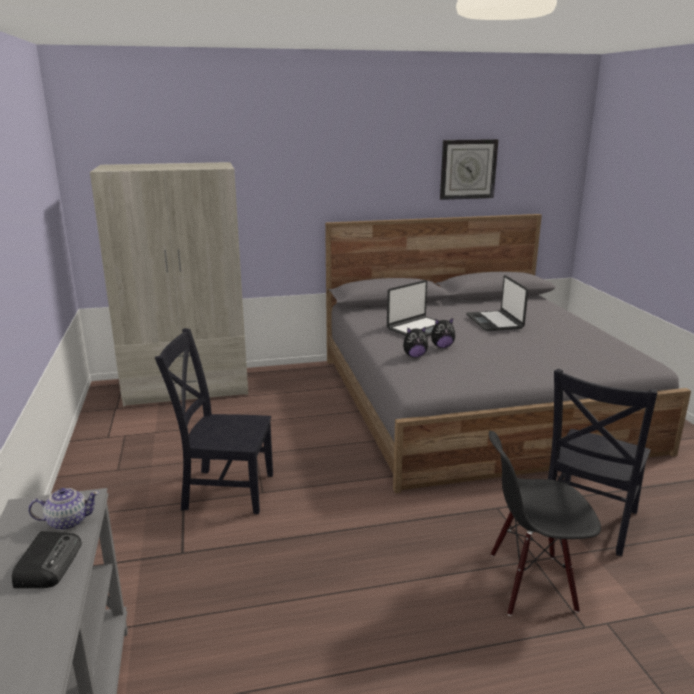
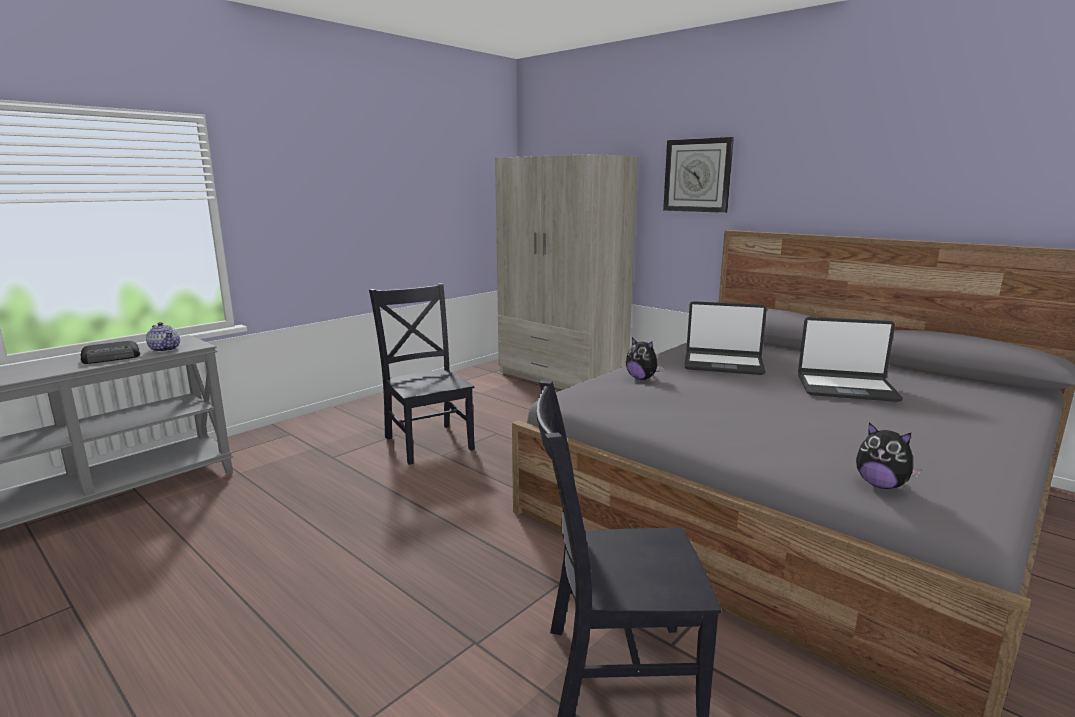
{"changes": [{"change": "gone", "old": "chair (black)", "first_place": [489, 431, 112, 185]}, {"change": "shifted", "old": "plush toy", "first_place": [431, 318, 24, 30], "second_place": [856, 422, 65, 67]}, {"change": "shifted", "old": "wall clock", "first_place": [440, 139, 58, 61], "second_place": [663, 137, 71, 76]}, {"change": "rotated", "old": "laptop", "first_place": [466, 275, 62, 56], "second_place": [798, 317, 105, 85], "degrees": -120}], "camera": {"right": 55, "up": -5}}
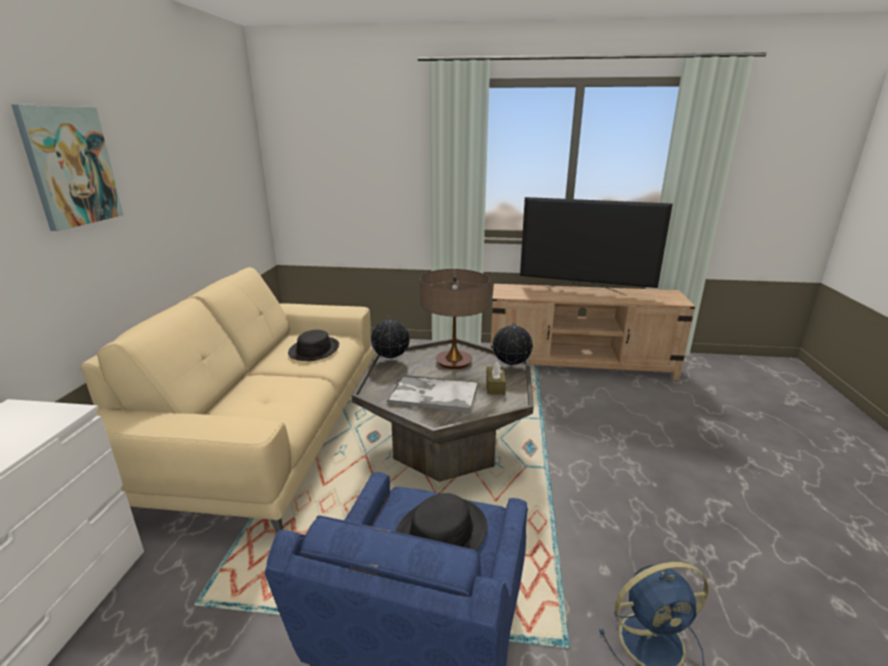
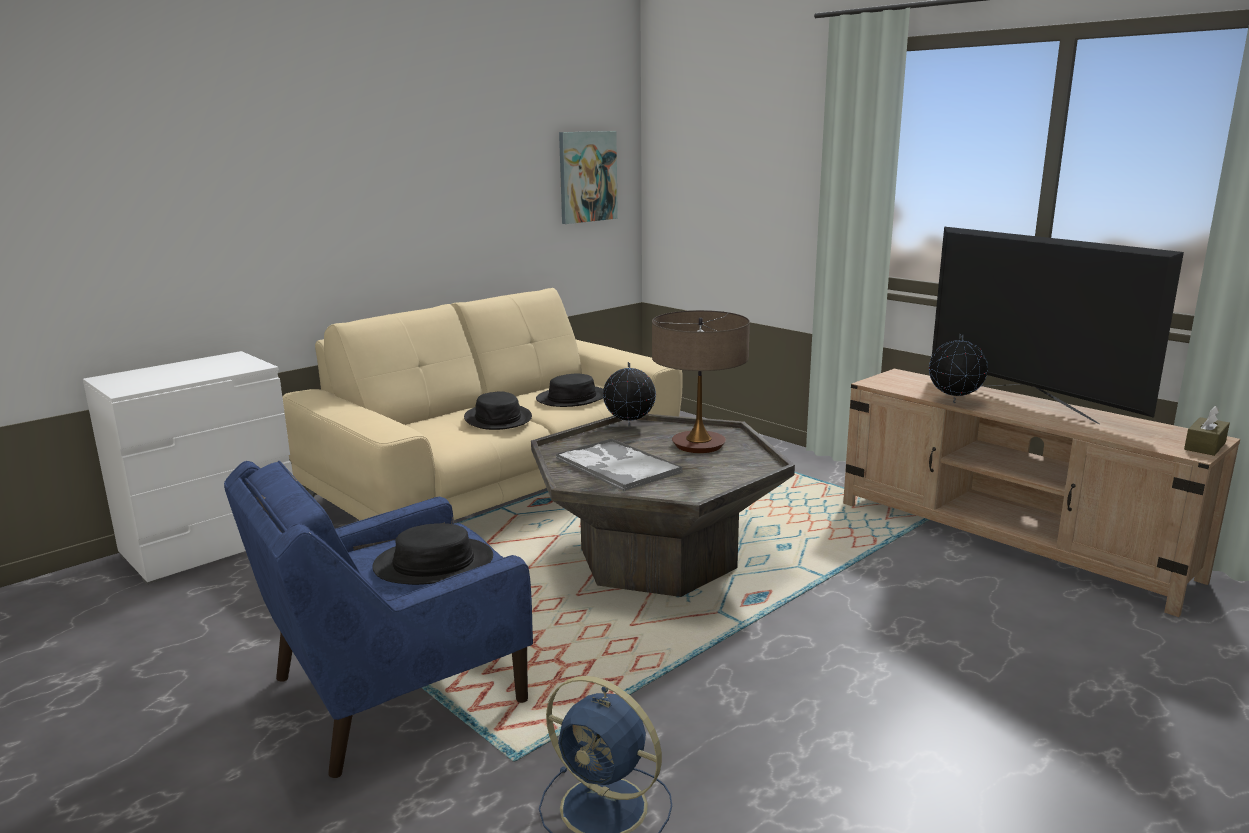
{"changes": [{"change": "new", "new": "hat (black)", "second_place": [464, 391, 68, 39]}, {"change": "shifted", "old": "picture", "first_place": [11, 104, 112, 127], "second_place": [559, 131, 59, 93]}, {"change": "shifted", "old": "tissue box (brown)", "first_place": [486, 361, 20, 34], "second_place": [1184, 406, 46, 50]}, {"change": "shifted", "old": "globe", "first_place": [492, 322, 41, 47], "second_place": [929, 334, 59, 69]}], "camera": {"right": 40, "up": -5}}
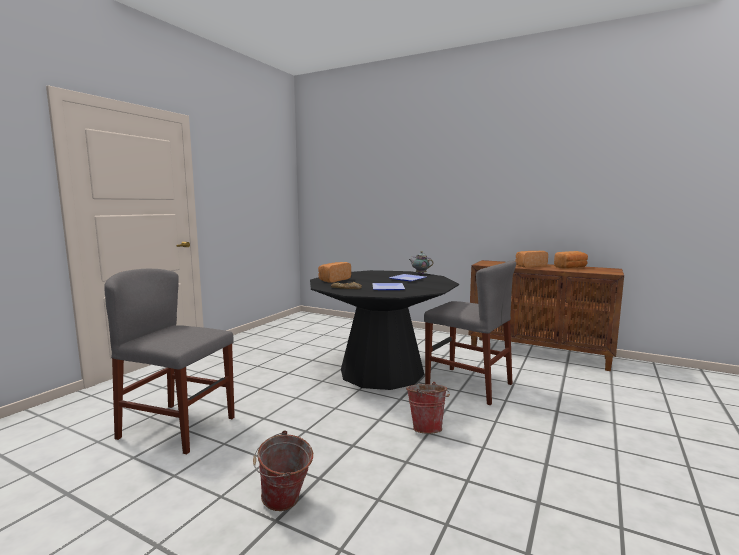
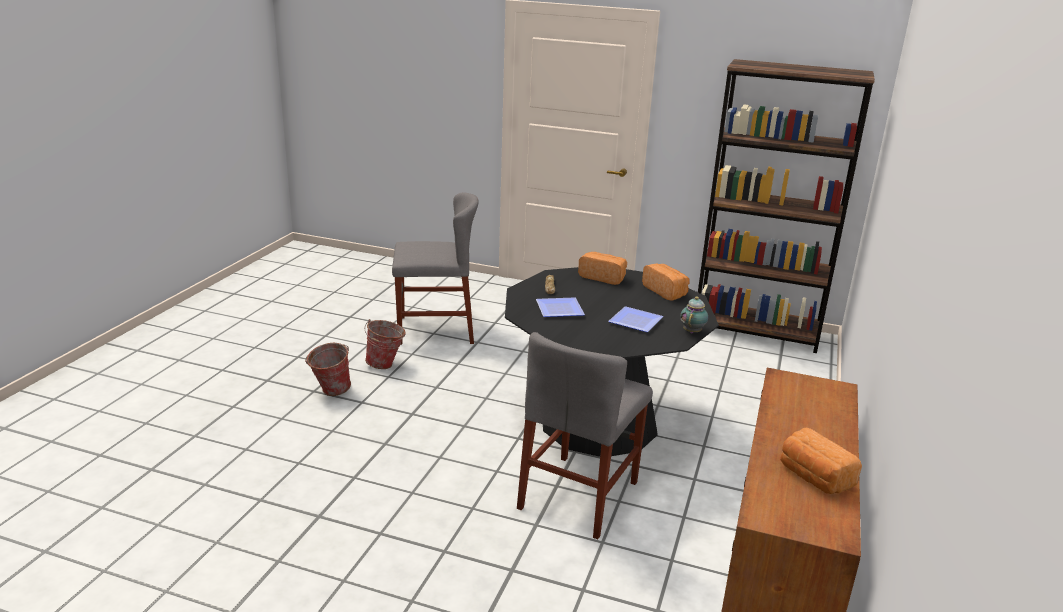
{"changes": [{"change": "new", "new": "bookcase (brown)", "second_place": [698, 59, 177, 294]}, {"change": "shifted", "old": "bucket", "first_place": [406, 382, 44, 52], "second_place": [364, 319, 42, 50]}, {"change": "shifted", "old": "bread", "first_place": [515, 251, 33, 17], "second_place": [642, 263, 48, 38]}, {"change": "rotated", "old": "chair (grey)", "first_place": [104, 269, 131, 185], "second_place": [392, 192, 87, 153], "degrees": 75}], "camera": {"right": 80, "up": 15}}
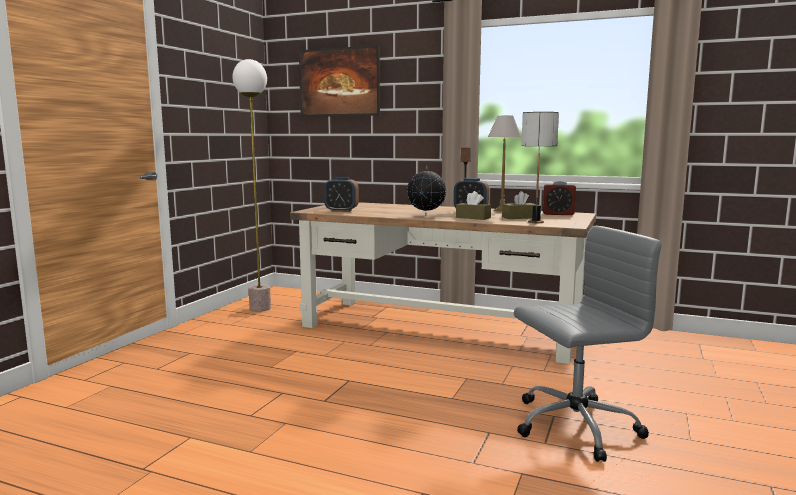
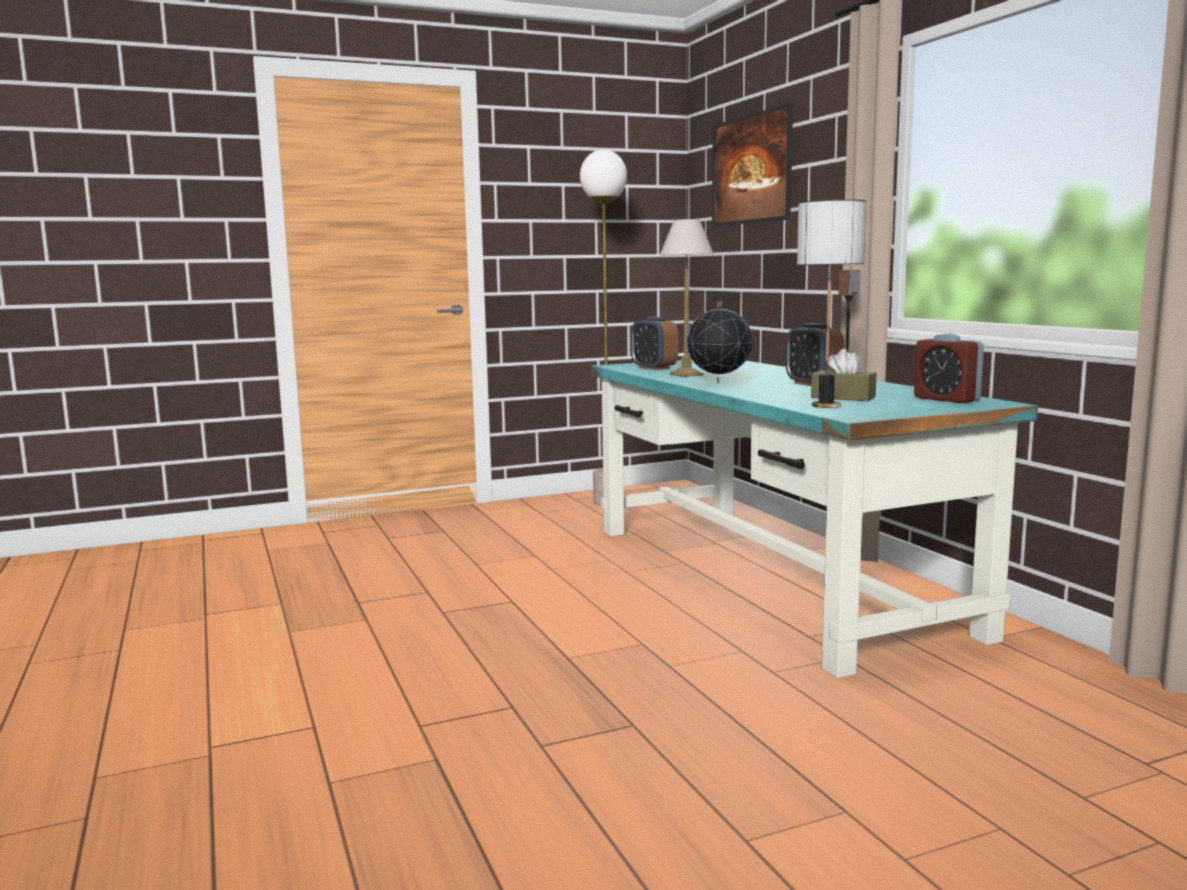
{"changes": [{"change": "gone", "old": "tissue box (brown)", "first_place": [456, 191, 35, 29]}, {"change": "gone", "old": "office chair (grey)", "first_place": [514, 226, 147, 236]}, {"change": "shifted", "old": "table lamp", "first_place": [488, 116, 33, 96], "second_place": [660, 219, 54, 158]}, {"change": "repainted", "old": "desk (brown)", "new": "desk (turquoise)", "first_place": [290, 202, 306, 162], "second_place": [592, 360, 446, 319]}], "camera": {"right": 45, "up": 0}}
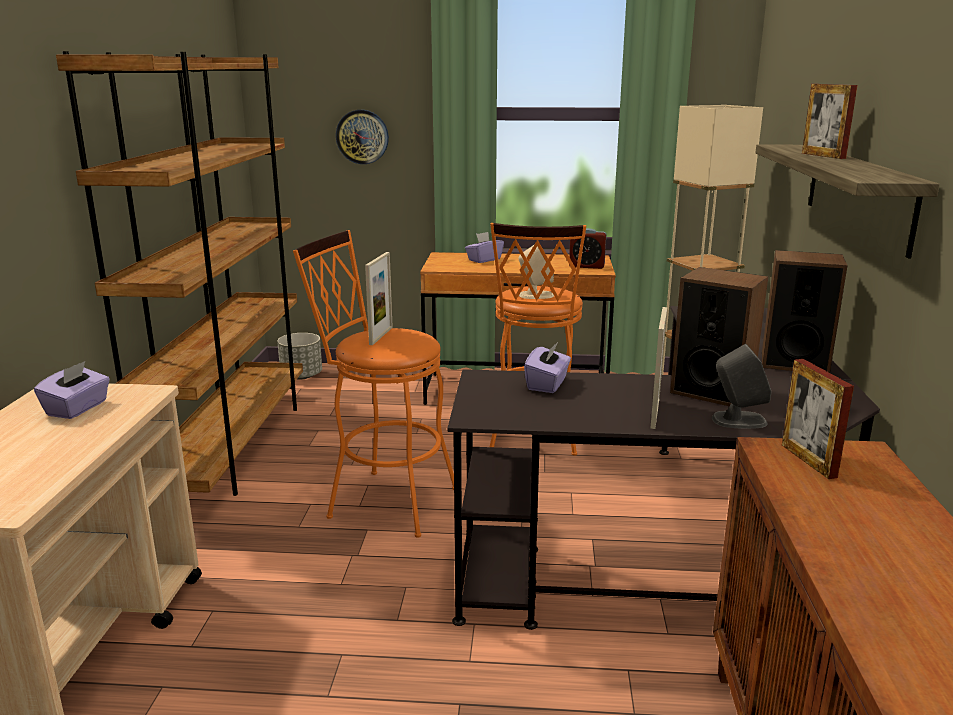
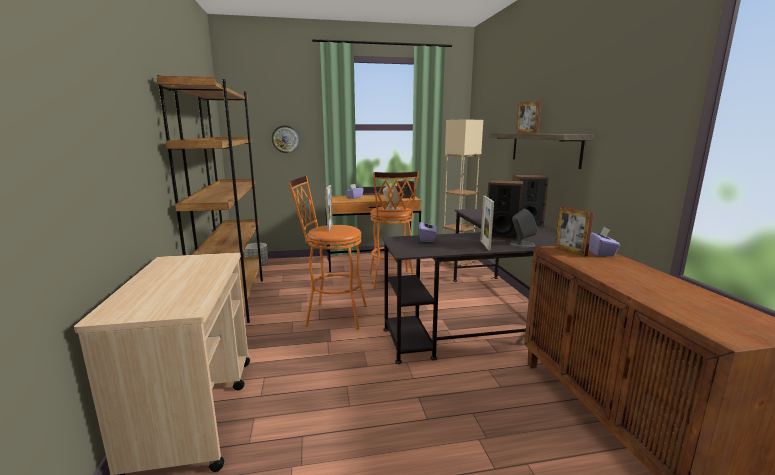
{"changes": [{"change": "shifted", "old": "tissue box (purple)", "first_place": [34, 361, 76, 58], "second_place": [589, 227, 31, 29]}], "camera": {"right": -15, "up": -5}}
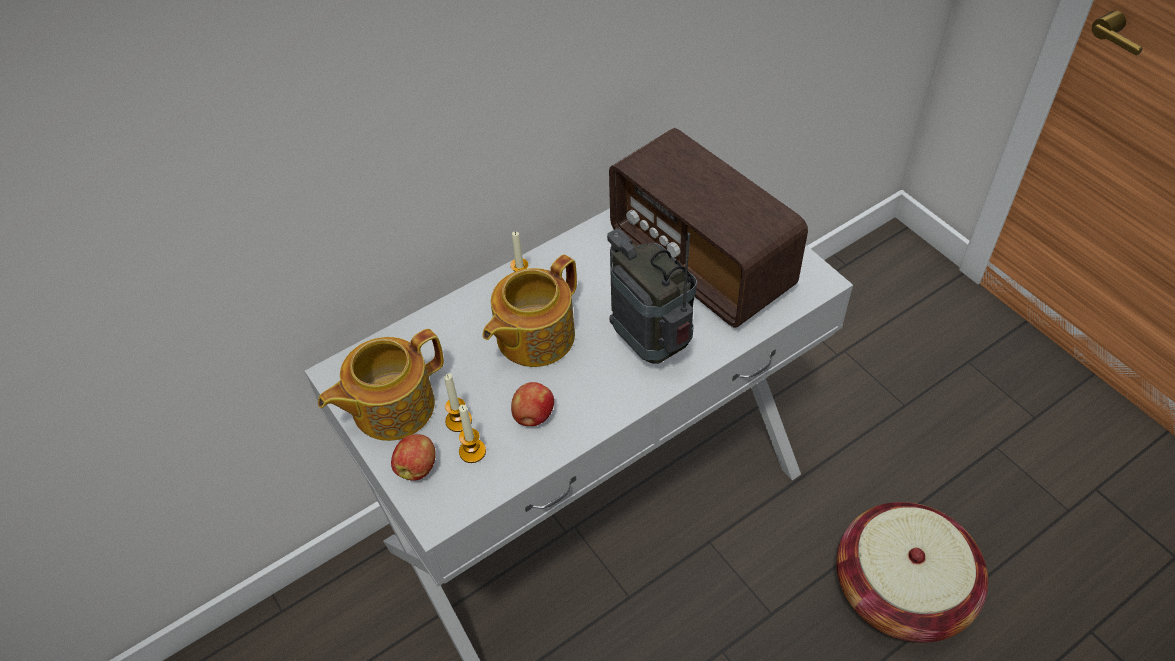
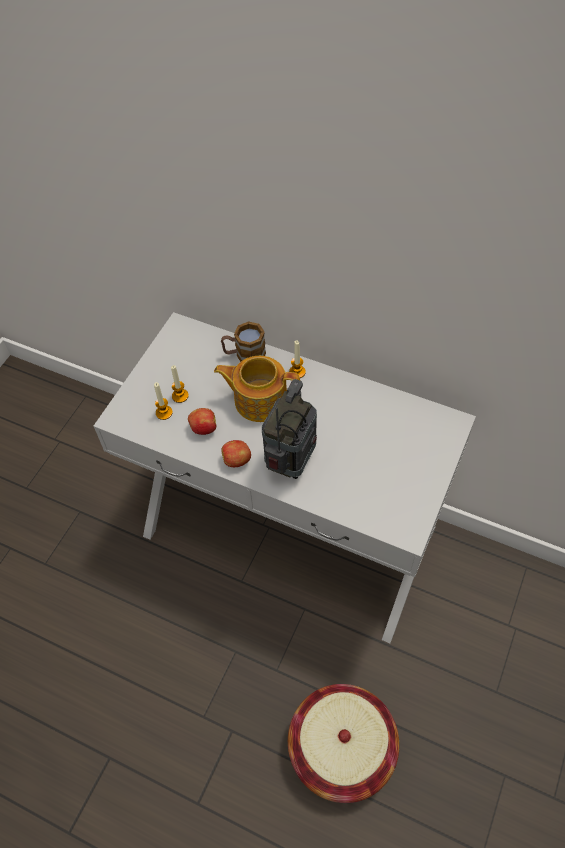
{"changes": [{"change": "gone", "old": "teapot", "first_place": [318, 329, 126, 112]}, {"change": "gone", "old": "radio", "first_place": [609, 128, 199, 199]}, {"change": "new", "new": "mug", "second_place": [221, 321, 45, 41]}, {"change": "shifted", "old": "apple", "first_place": [391, 434, 45, 47], "second_place": [221, 440, 30, 27]}], "camera": {"right": 60, "up": 5}}
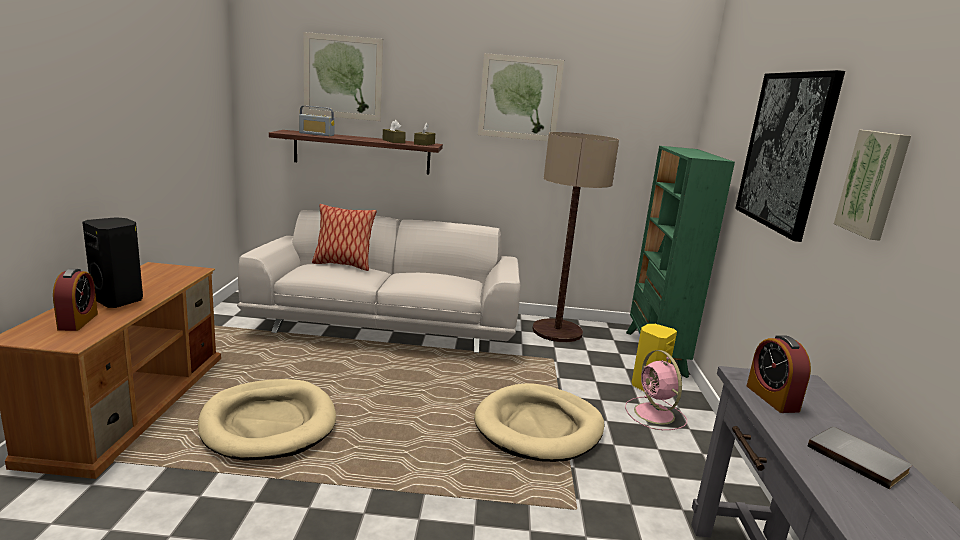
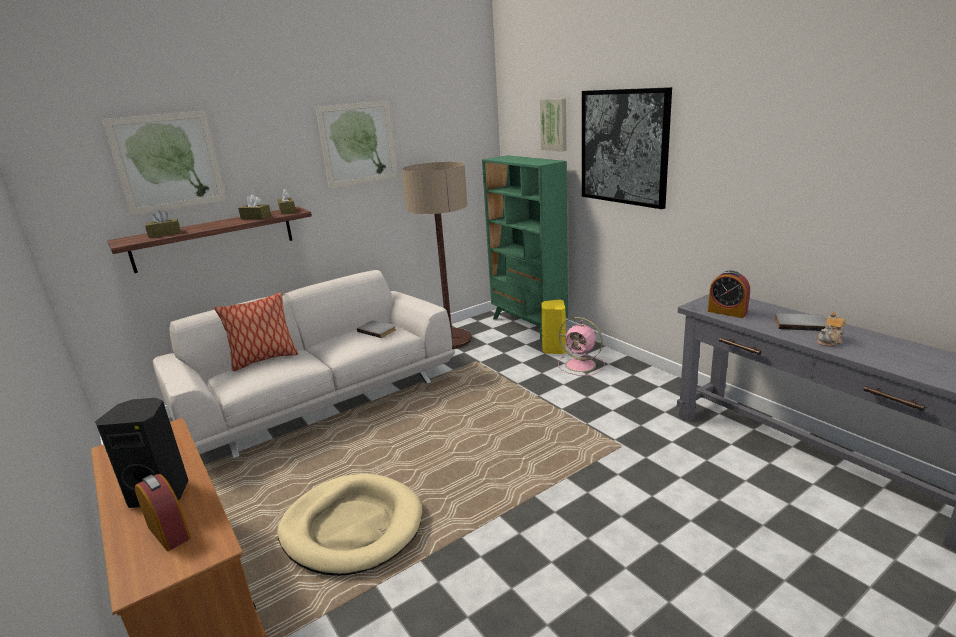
{"changes": [{"change": "gone", "old": "dog bed (beige)", "first_place": [474, 383, 130, 79]}, {"change": "new", "new": "book (grey)", "second_place": [357, 321, 39, 17]}, {"change": "new", "new": "teapot", "second_place": [817, 312, 28, 35]}, {"change": "shifted", "old": "picture", "first_place": [834, 130, 77, 111], "second_place": [540, 99, 26, 52]}, {"change": "swapped", "old": "radio", "new": "tissue box (brown)", "first_place": [299, 106, 36, 30], "second_place": [145, 210, 36, 28]}], "camera": {"right": -35, "up": 5}}
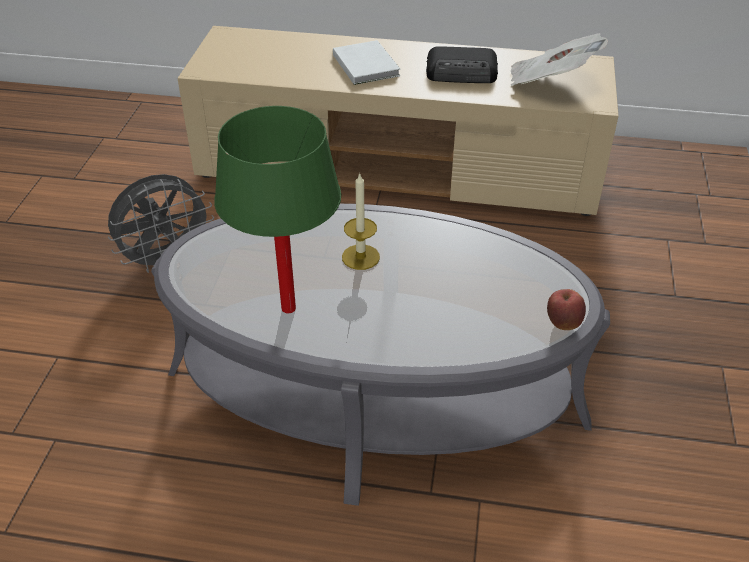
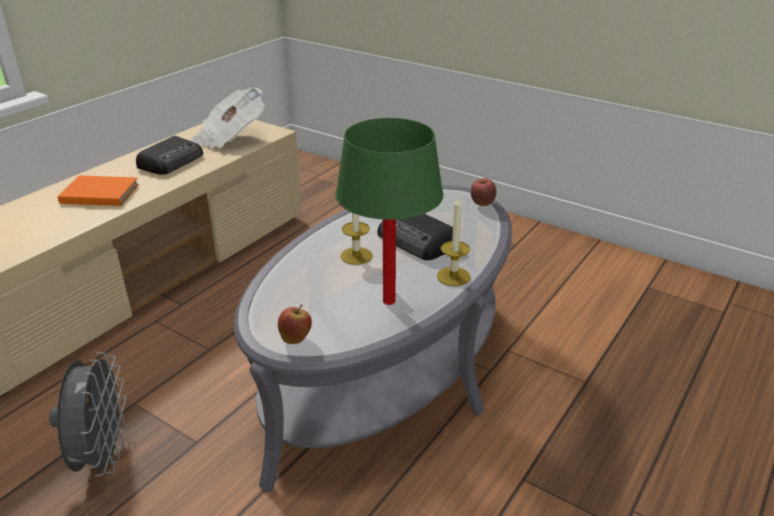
{"changes": [{"change": "new", "new": "apple", "second_place": [278, 304, 34, 40]}, {"change": "new", "new": "radio", "second_place": [377, 214, 76, 46]}, {"change": "new", "new": "candle", "second_place": [437, 196, 34, 90]}, {"change": "repainted", "old": "book (white)", "new": "book (orange)", "first_place": [333, 40, 67, 45], "second_place": [57, 175, 82, 31]}], "camera": {"right": -65, "up": -10}}
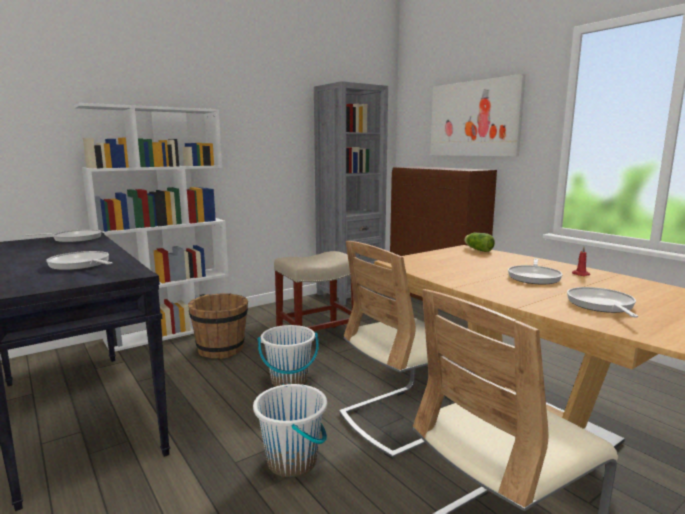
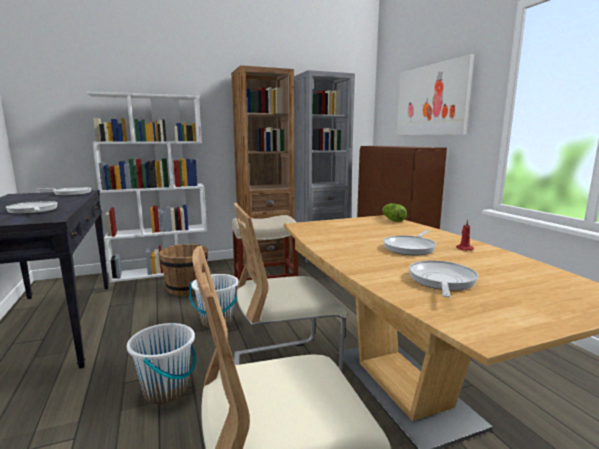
{"changes": [{"change": "new", "new": "bookcase (brown)", "second_place": [231, 65, 63, 199]}], "camera": {"right": 15, "up": 0}}
